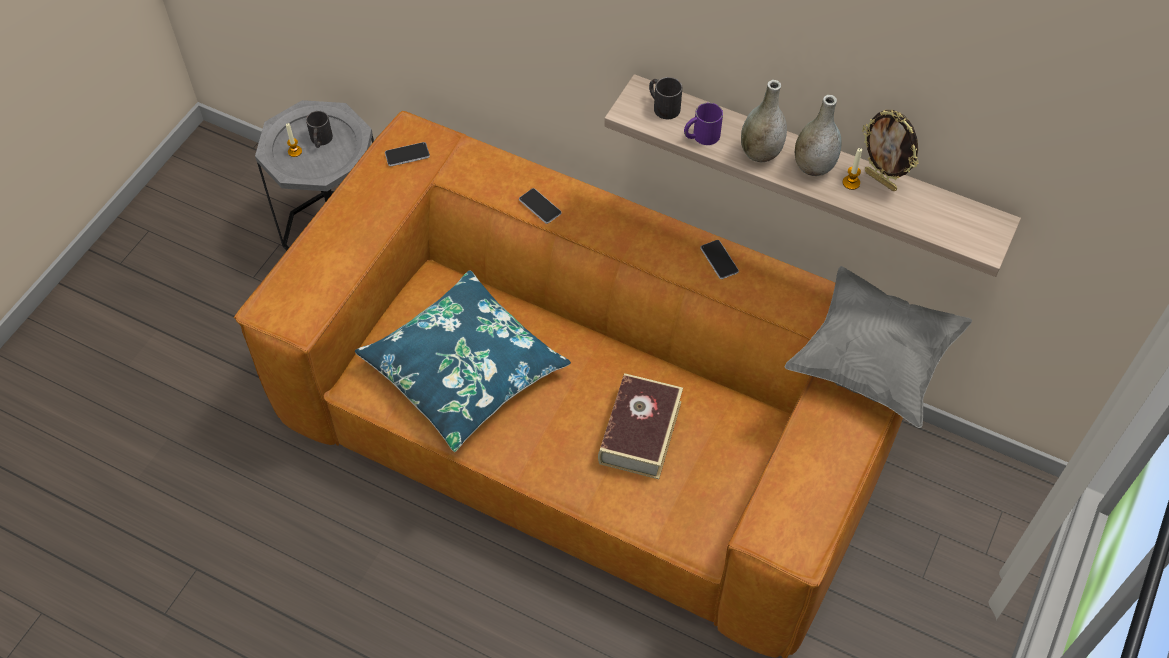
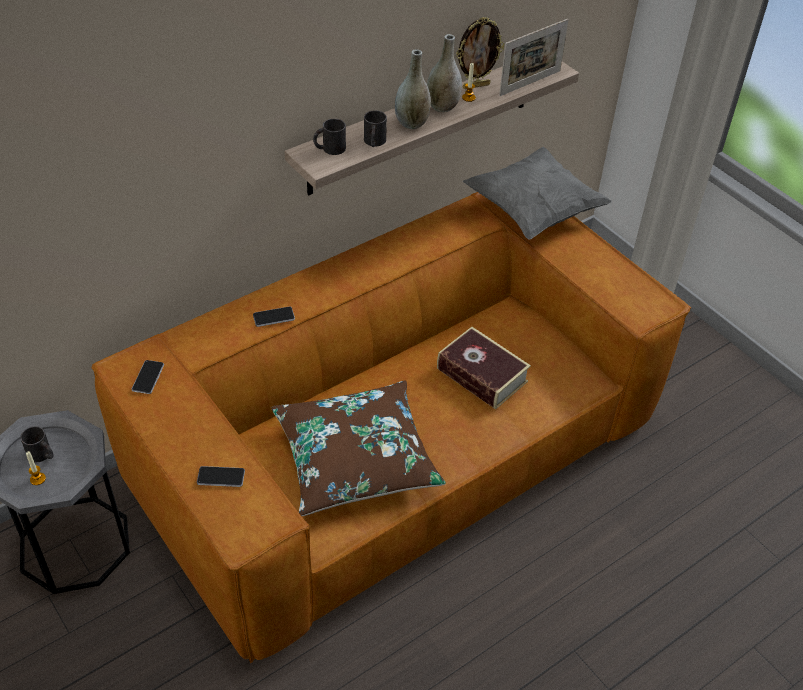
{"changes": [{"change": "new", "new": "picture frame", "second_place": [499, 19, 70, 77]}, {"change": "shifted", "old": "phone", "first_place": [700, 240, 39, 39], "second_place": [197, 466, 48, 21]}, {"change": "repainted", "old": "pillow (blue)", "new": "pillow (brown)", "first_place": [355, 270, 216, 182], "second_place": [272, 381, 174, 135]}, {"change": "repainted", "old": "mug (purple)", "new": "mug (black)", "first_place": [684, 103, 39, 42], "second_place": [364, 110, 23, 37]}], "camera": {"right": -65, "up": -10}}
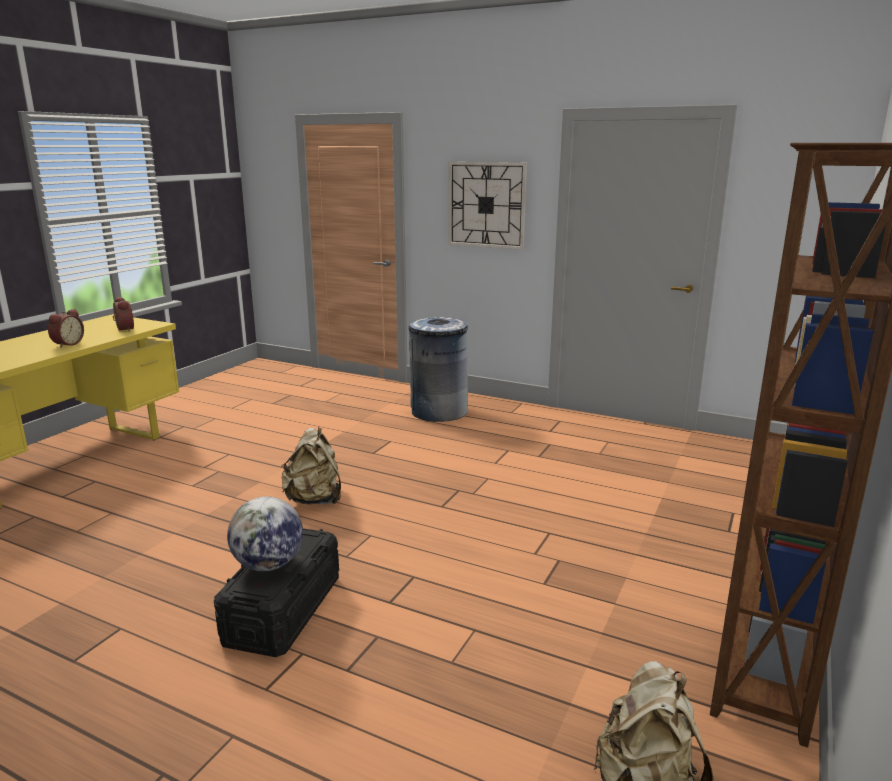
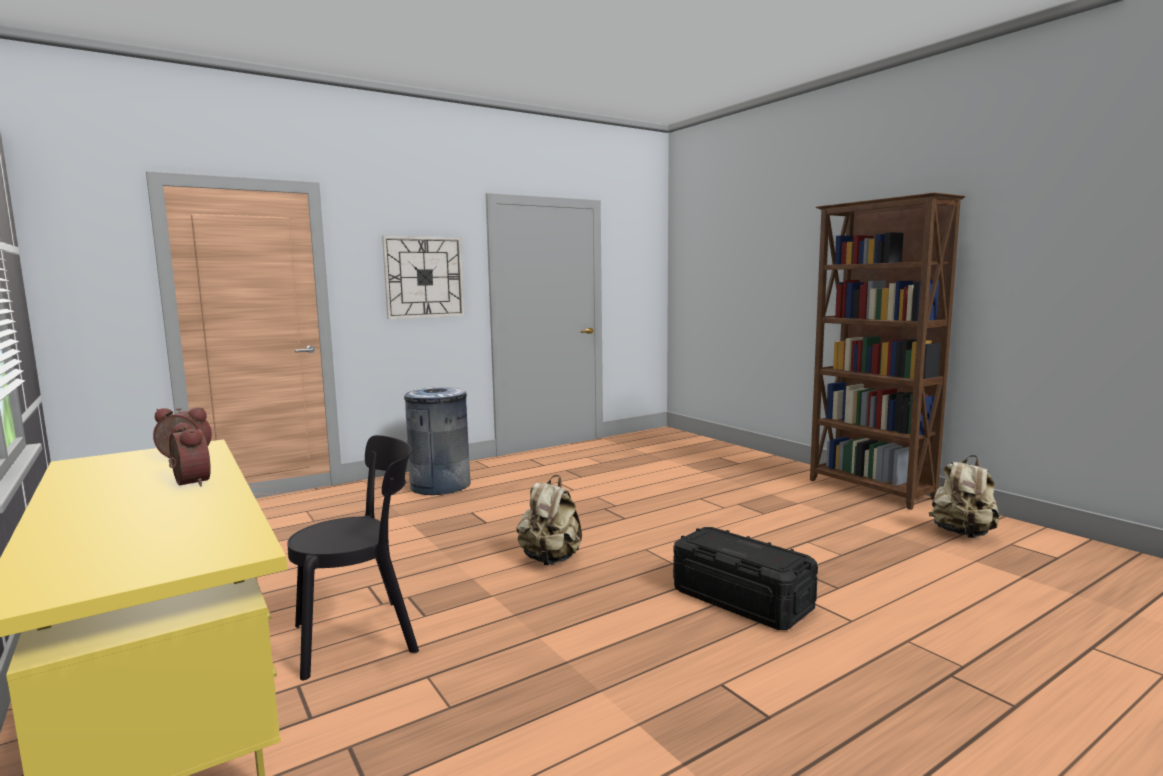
{"changes": [{"change": "gone", "old": "globe", "first_place": [227, 496, 76, 75]}, {"change": "new", "new": "chair (black)", "second_place": [287, 435, 132, 246]}], "camera": {"right": -60, "up": -10}}
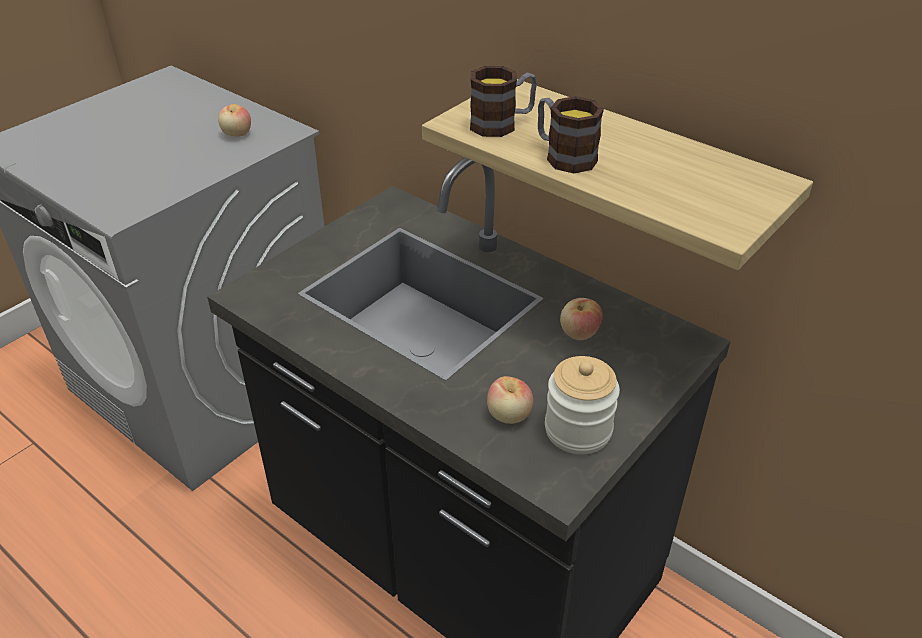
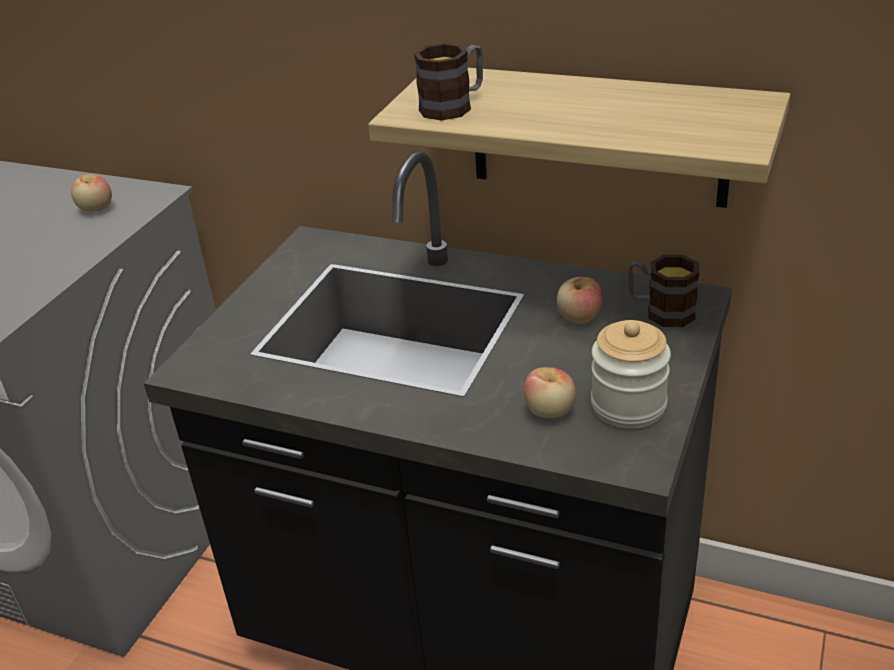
{"changes": [{"change": "shifted", "old": "mug", "first_place": [538, 96, 66, 77], "second_place": [628, 255, 72, 72]}], "camera": {"right": -15, "up": -5}}
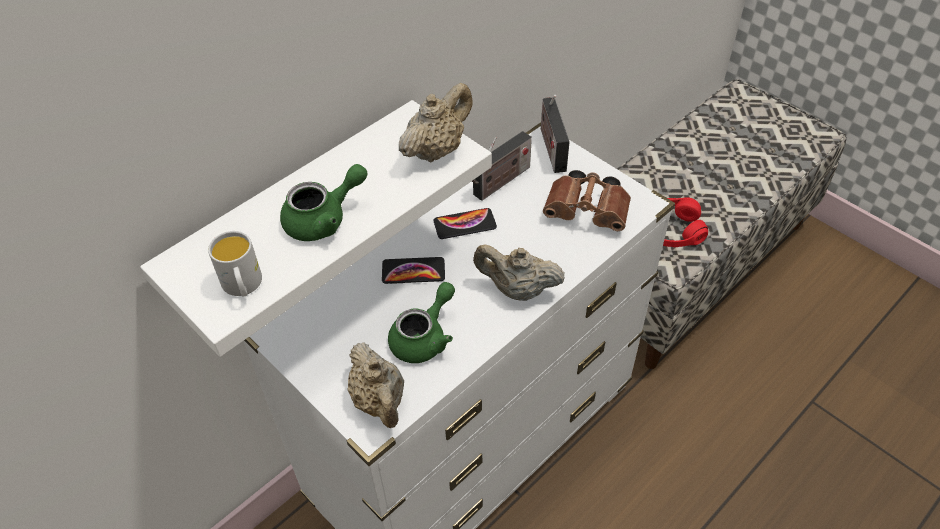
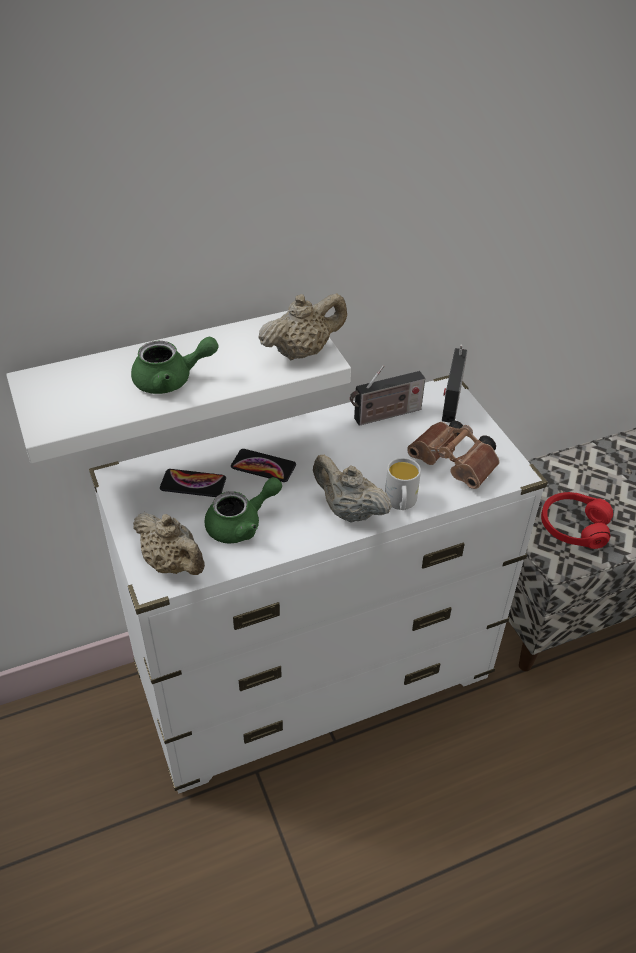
{"changes": [{"change": "shifted", "old": "mug (white)", "first_place": [208, 231, 54, 66], "second_place": [385, 458, 36, 52]}, {"change": "shifted", "old": "phone", "first_place": [433, 208, 64, 31], "second_place": [160, 469, 66, 28]}, {"change": "rotated", "old": "teapot (beige)", "first_place": [347, 342, 57, 86], "second_place": [133, 512, 72, 63], "degrees": -45}], "camera": {"right": 20, "up": -5}}
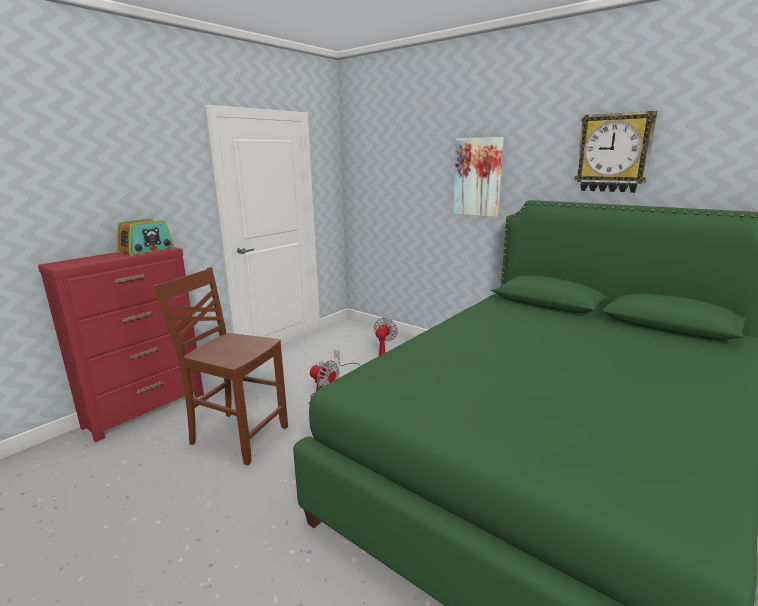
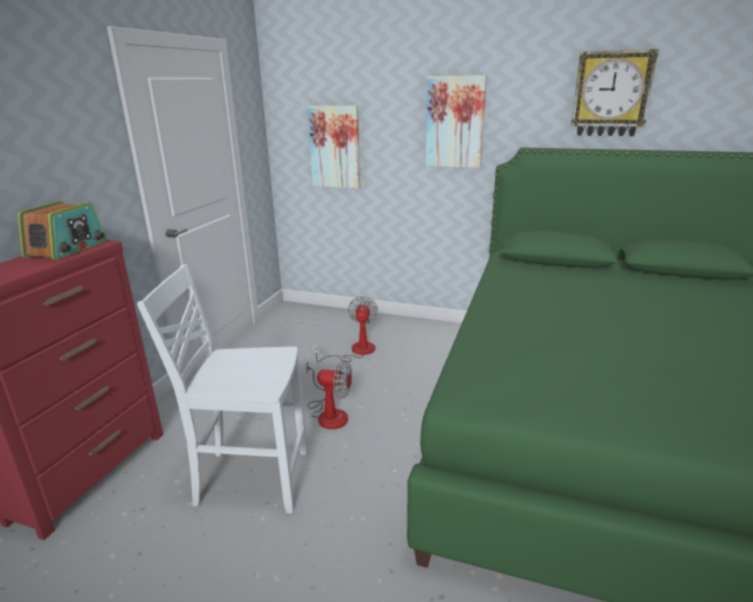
{"changes": [{"change": "new", "new": "picture", "second_place": [307, 105, 53, 83]}, {"change": "repainted", "old": "chair (brown)", "new": "chair (white)", "first_place": [153, 267, 135, 198], "second_place": [137, 264, 171, 250]}], "camera": {"right": -20, "up": 5}}
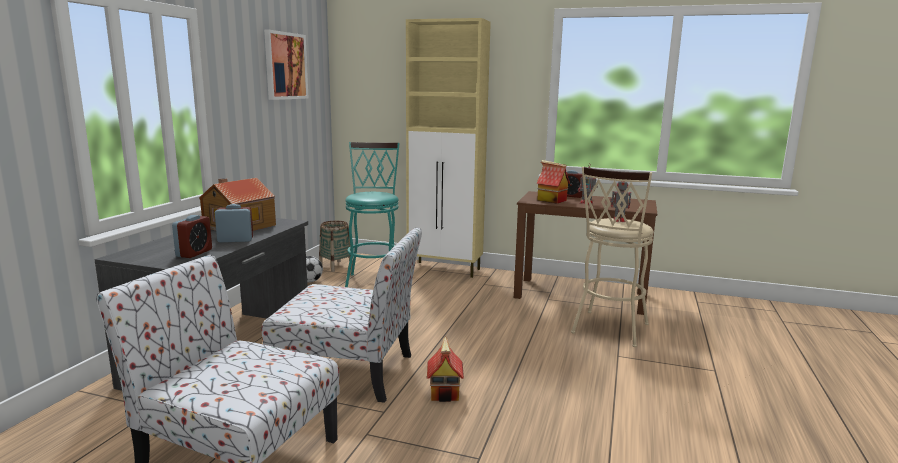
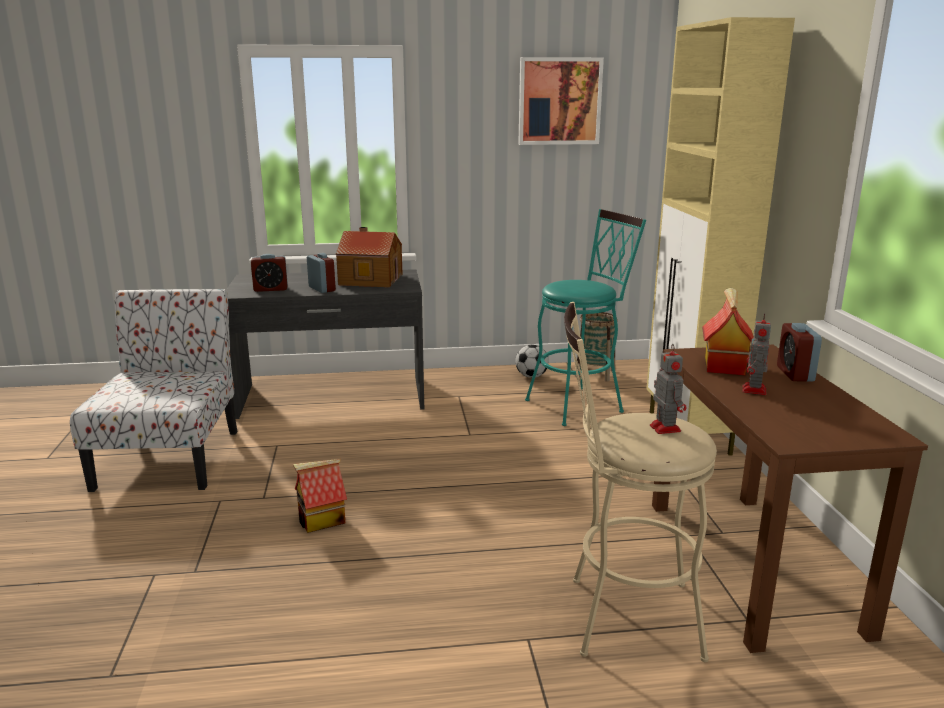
{"changes": [{"change": "gone", "old": "chair", "first_place": [262, 227, 160, 176]}], "camera": {"right": 65, "up": 5}}
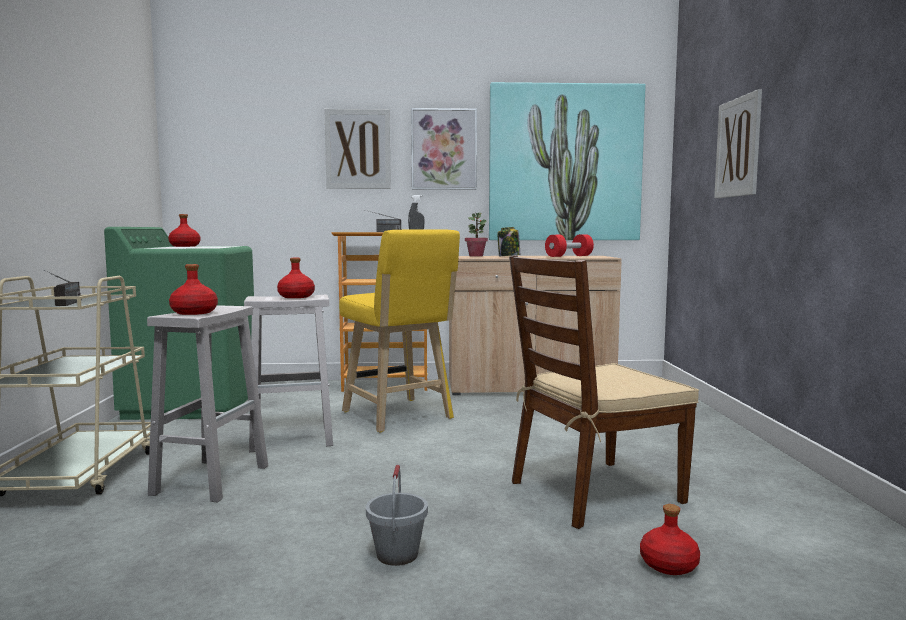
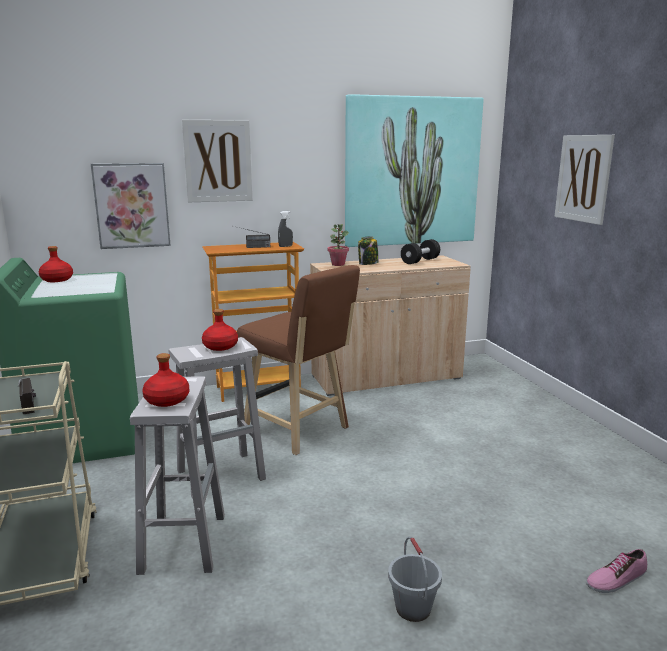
{"changes": [{"change": "gone", "old": "chair (brown)", "first_place": [509, 255, 190, 274]}, {"change": "shifted", "old": "picture", "first_place": [411, 108, 66, 82], "second_place": [91, 163, 80, 86]}, {"change": "swapped", "old": "bottle (red)", "new": "shoe", "first_place": [640, 504, 60, 71], "second_place": [586, 549, 61, 44]}, {"change": "repainted", "old": "stool (yellow)", "new": "stool (brown)", "first_place": [339, 229, 121, 203], "second_place": [237, 265, 123, 190]}, {"change": "repainted", "old": "dumbbell (red)", "new": "dumbbell (black)", "first_place": [545, 234, 49, 23], "second_place": [401, 239, 39, 25]}], "camera": {"right": -15, "up": 10}}
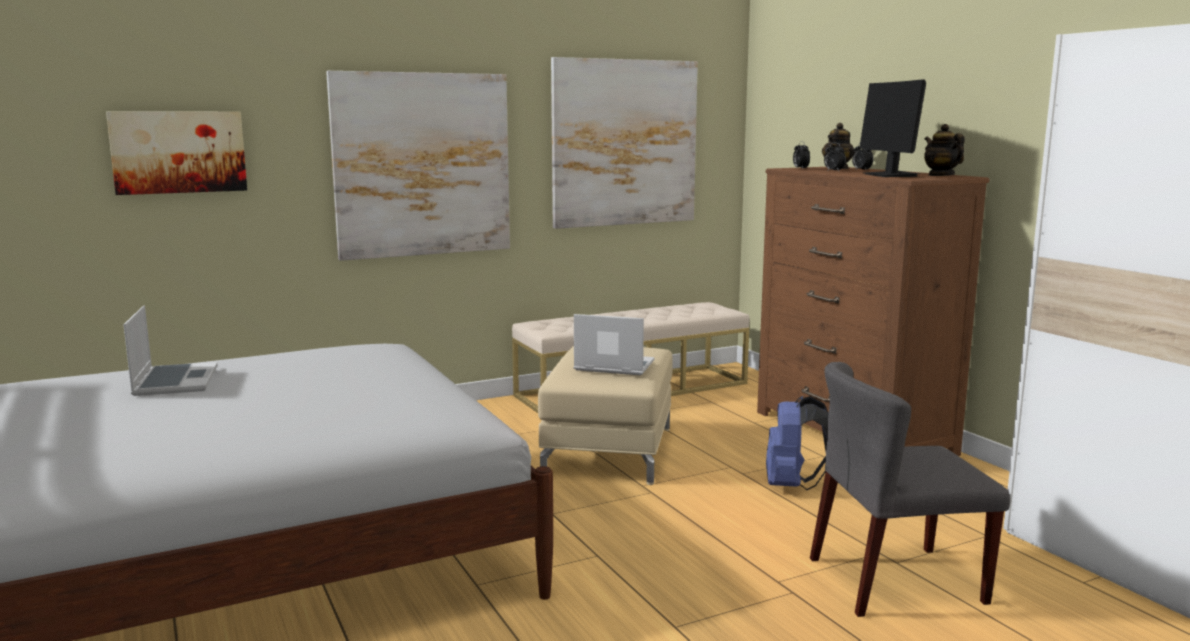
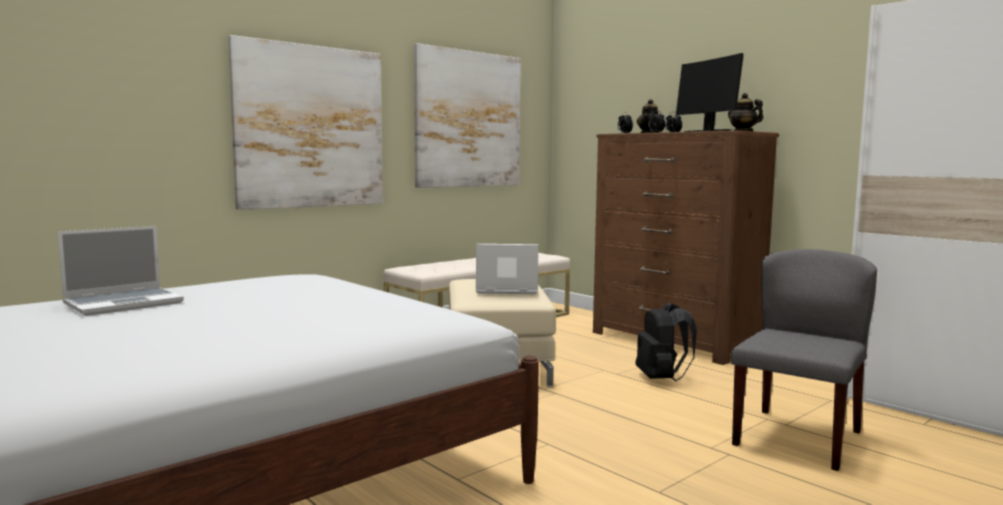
{"changes": [{"change": "gone", "old": "picture", "first_place": [106, 112, 141, 83]}, {"change": "repainted", "old": "backpack (blue)", "new": "backpack (black)", "first_place": [766, 396, 62, 94], "second_place": [636, 303, 61, 78]}, {"change": "rotated", "old": "laptop", "first_place": [124, 305, 93, 91], "second_place": [58, 226, 126, 90], "degrees": 75}, {"change": "rotated", "old": "chair (grey)", "first_place": [810, 362, 200, 255], "second_place": [731, 249, 146, 222], "degrees": 150}], "camera": {"right": -15, "up": -5}}
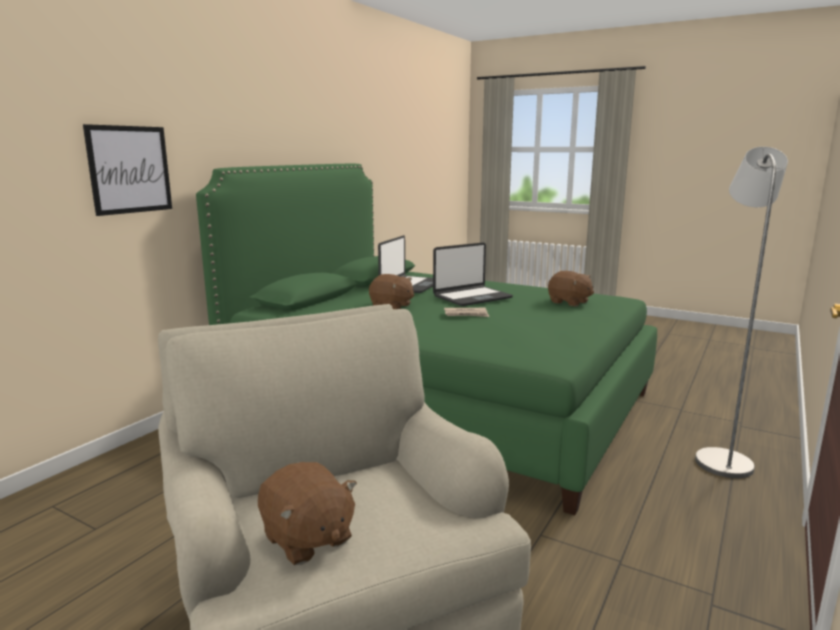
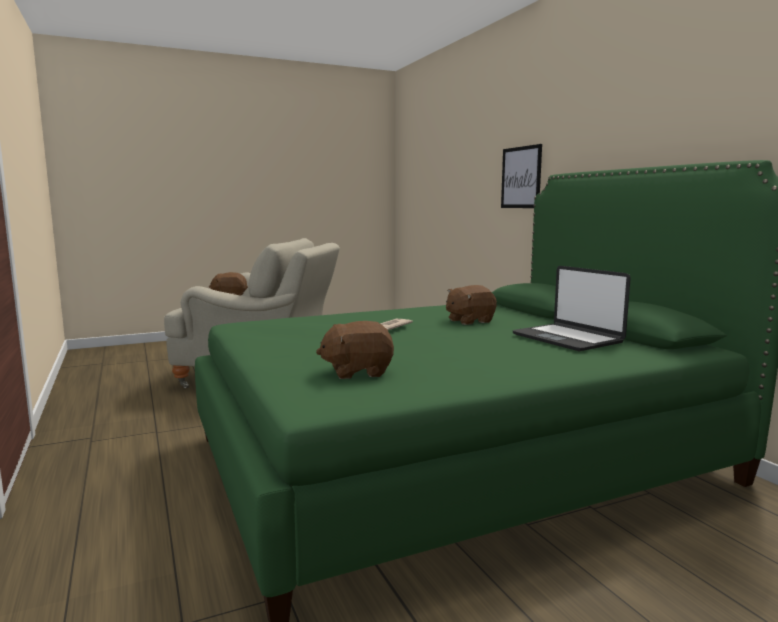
{"changes": [{"change": "gone", "old": "laptop", "first_place": [433, 242, 80, 64]}, {"change": "gone", "old": "floor lamp (grey)", "first_place": [695, 147, 93, 331]}], "camera": {"right": 125, "up": -5}}
